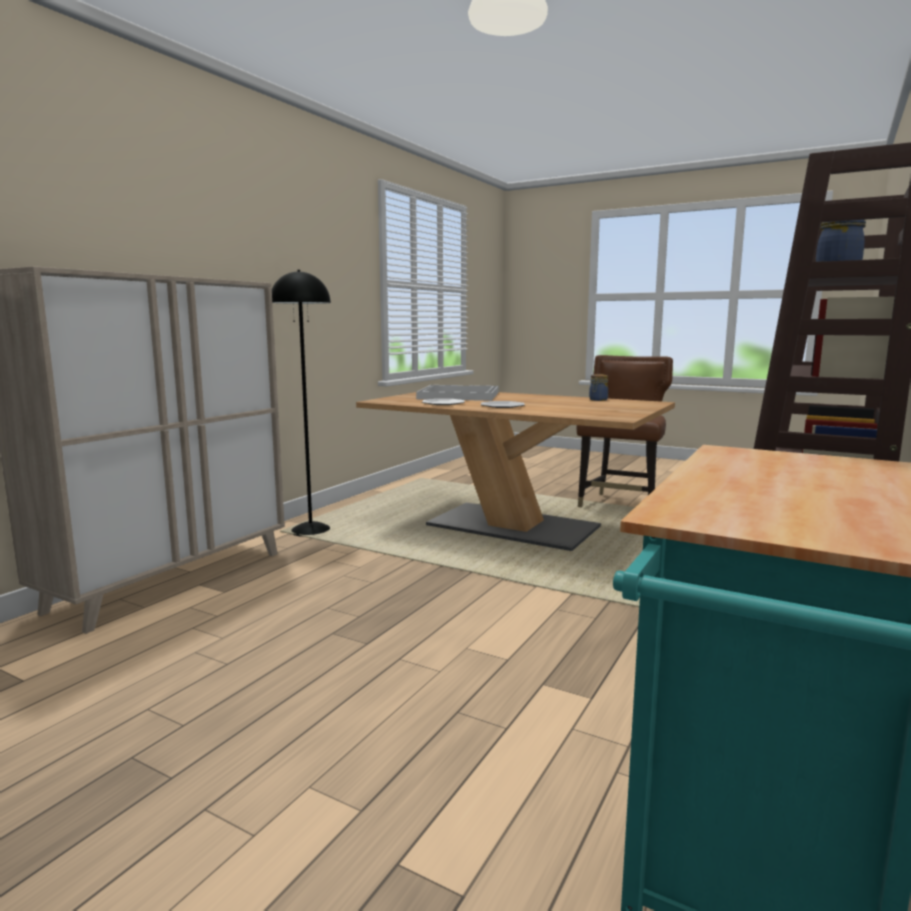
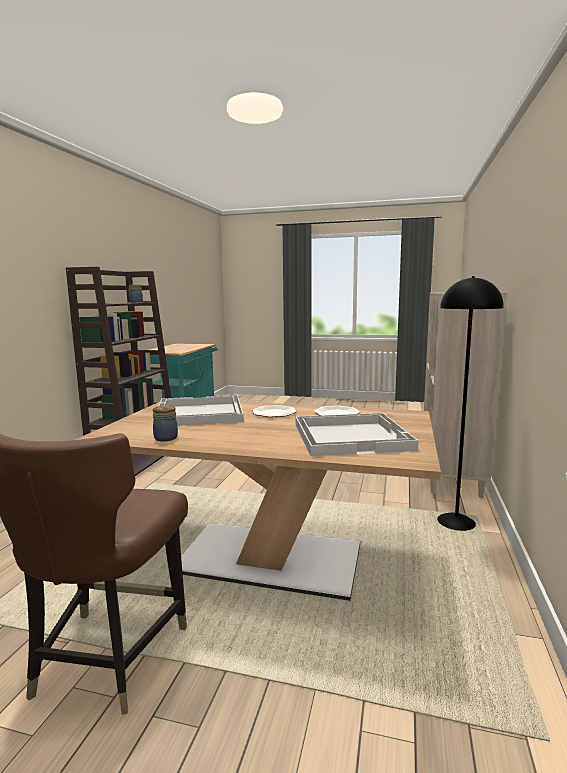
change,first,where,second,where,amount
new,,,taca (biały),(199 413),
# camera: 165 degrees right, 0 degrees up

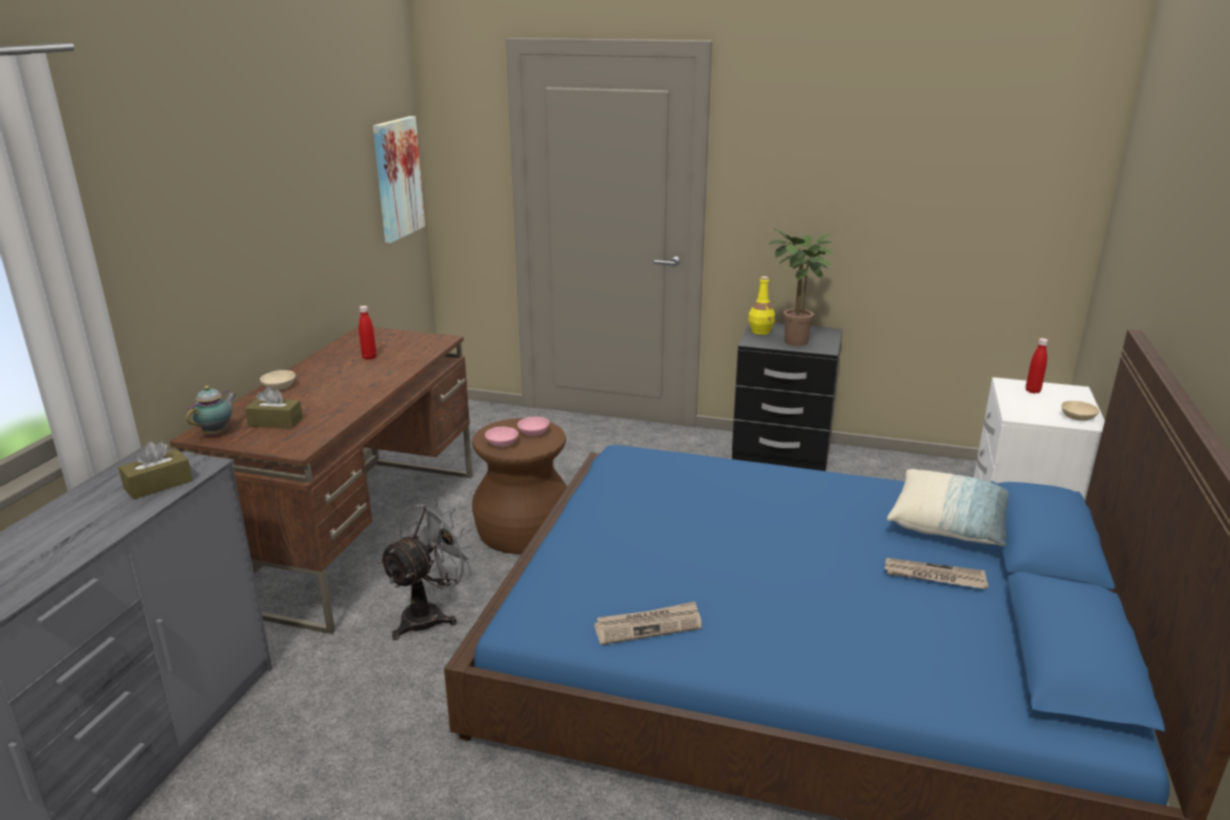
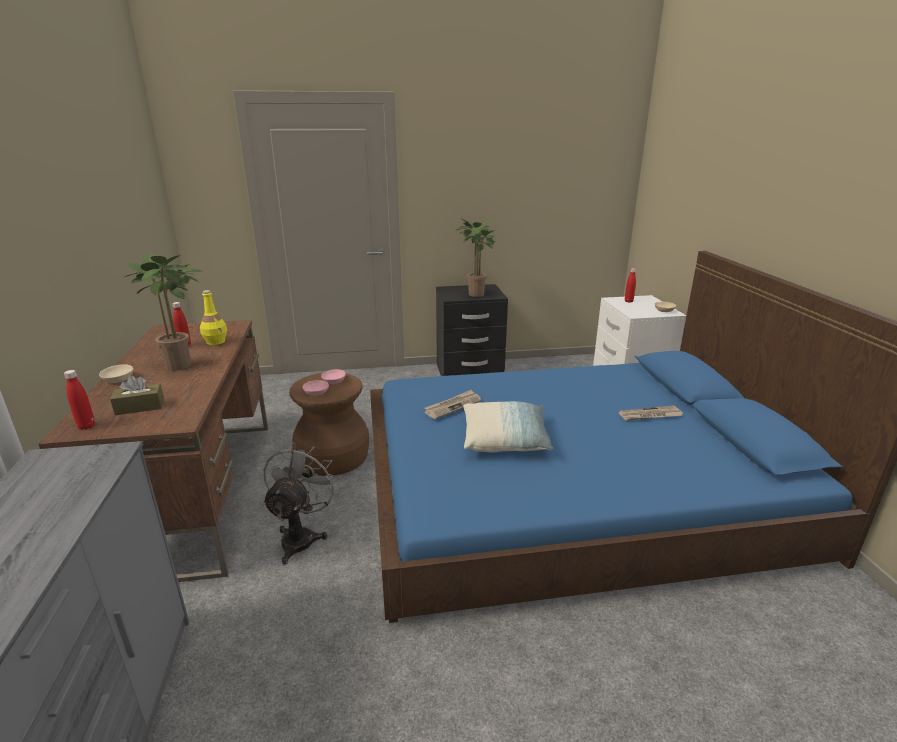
change,first,where,second,where,amount
swapped,imbryk,(217 433),butelka (czerwony),(86 426),
new,,,roślina doniczkowa,(183 365),
shifted,butelka (żółty),(760 331),,(216 342),
shifted,gazeta,(648 626),,(453 406),
shifted,poduszka,(950 524),,(505 440),
gone,pudełko chusteczek (brązowy),(158 484),,,
gone,obraz,(397 178),,,
# camera: 25 degrees left, 0 degrees up

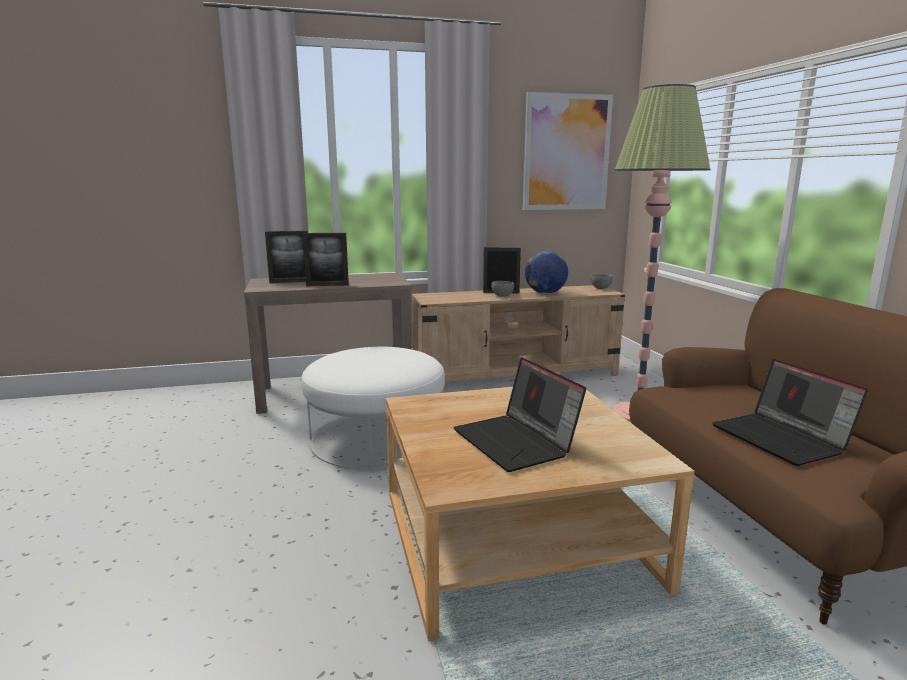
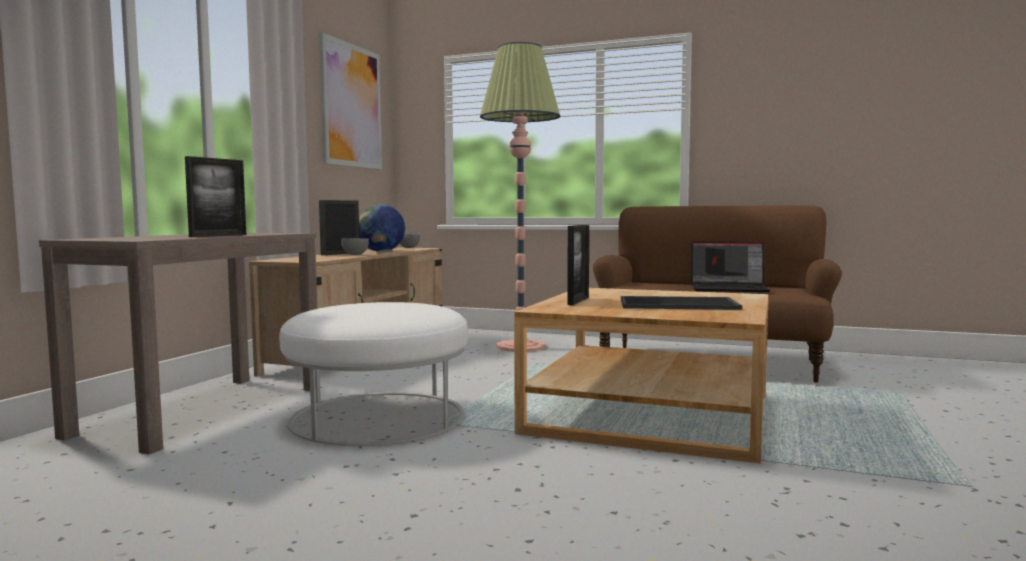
change,first,where,second,where,amount
shifted,ramka na zdjęcie,(290 282),,(578 301),
swapped,laptop,(517 442),taca,(679 304),
# camera: 55 degrees left, 10 degrees down

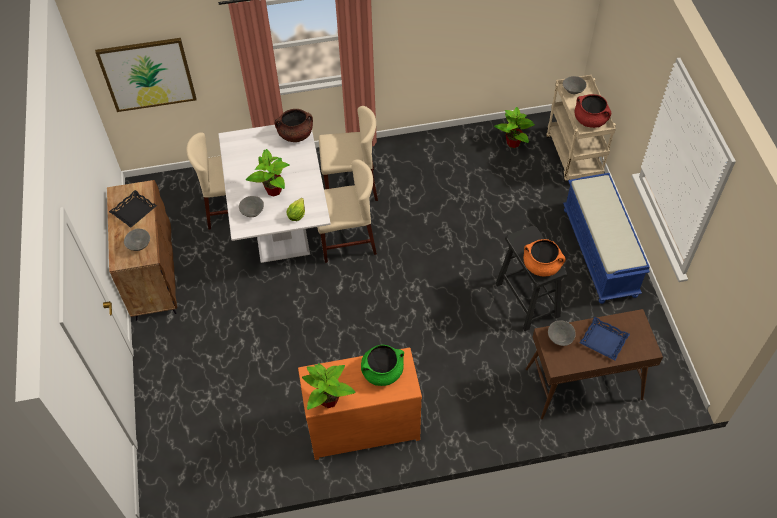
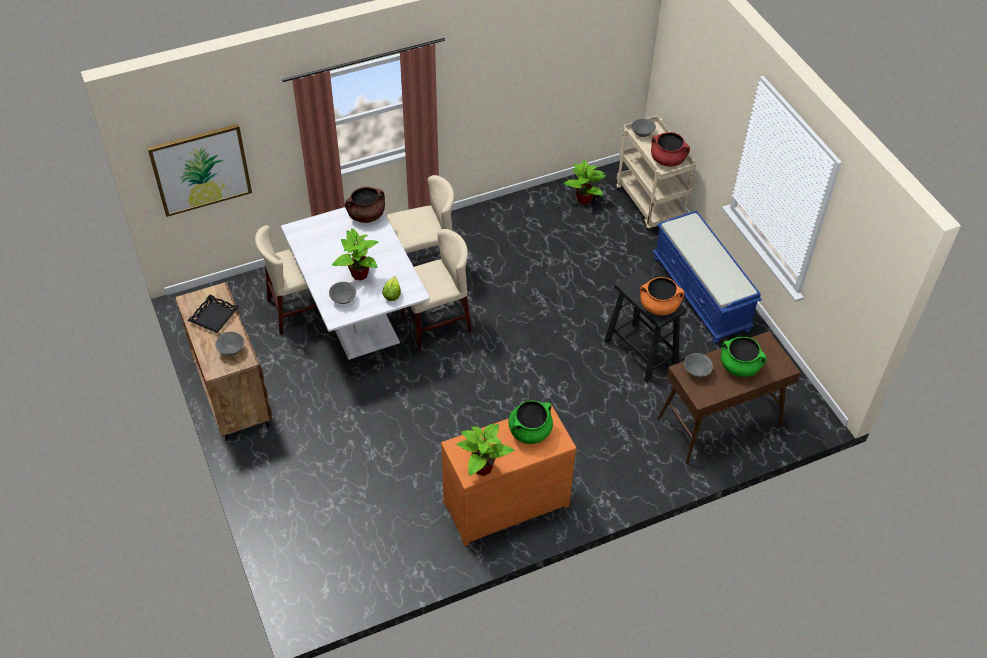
change,first,where,second,where,amount
swapped,taca (niebieski),(604 340),garnek (zielony),(740 366),
# camera: 15 degrees left, 5 degrees down

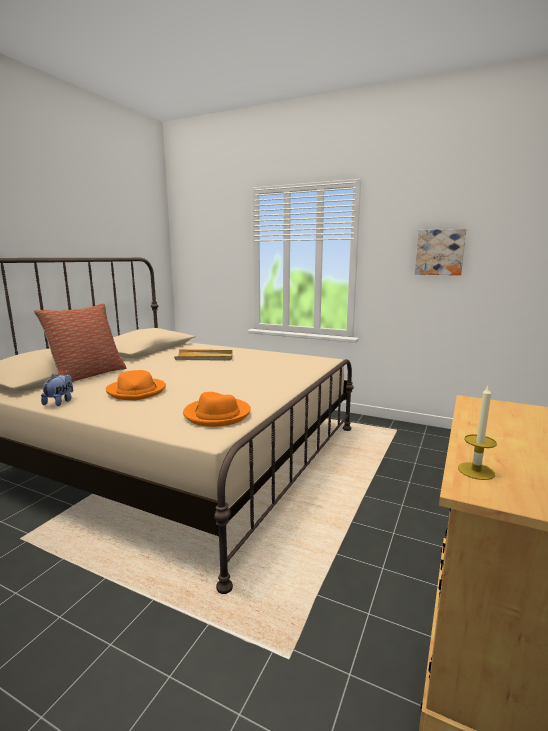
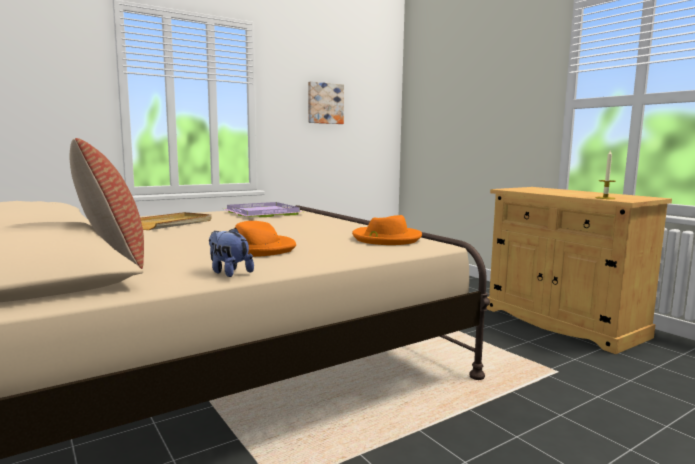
change,first,where,second,where,amount
new,,,taca (fioletowy),(264 213),
# camera: 60 degrees left, 5 degrees down

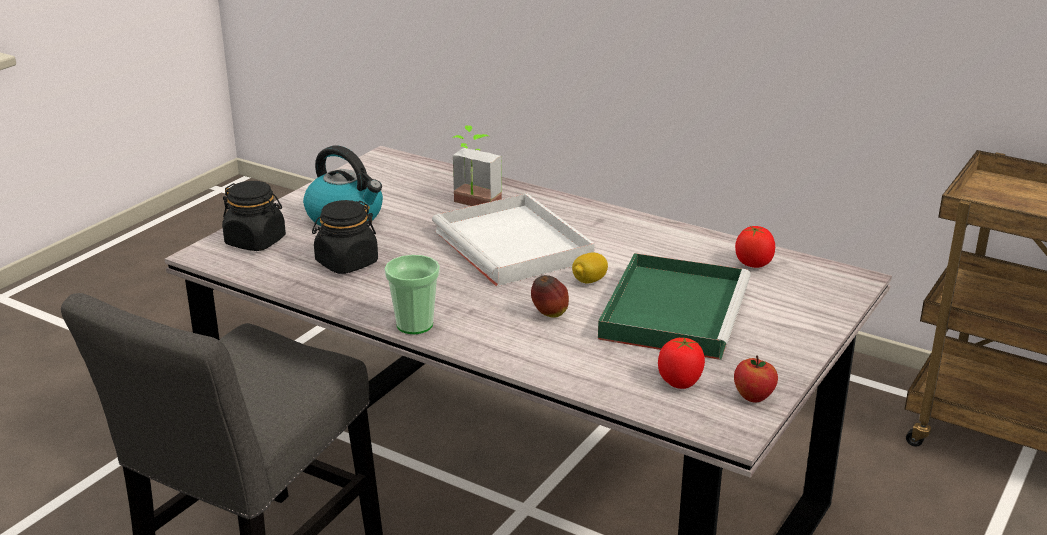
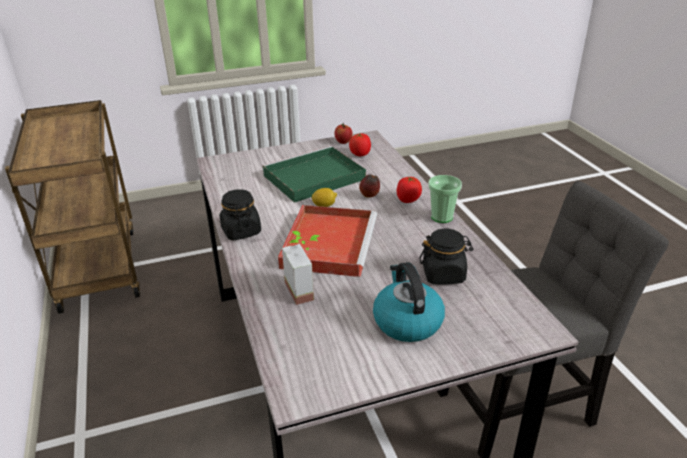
change,first,where,second,where,amount
shifted,słoik (czarny),(256 241),,(241 231),
repainted,taca (biały),(515 246),taca (czerwony),(329 242),
shifted,pomidor,(753 264),,(408 200),
# camera: 140 degrees left, 5 degrees up

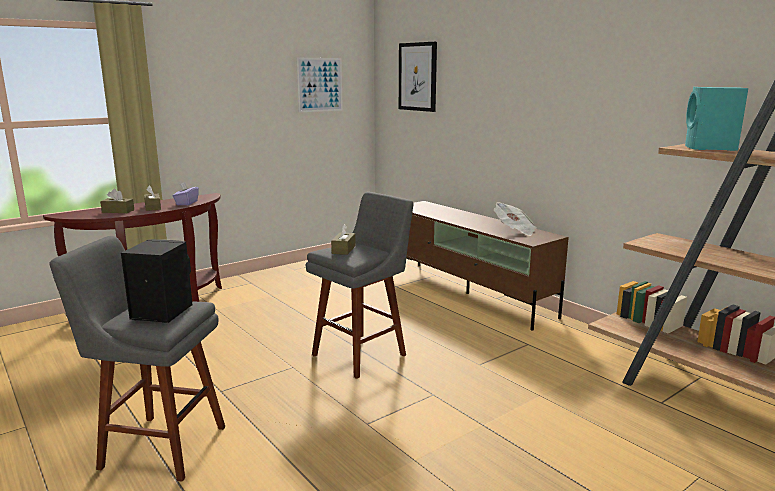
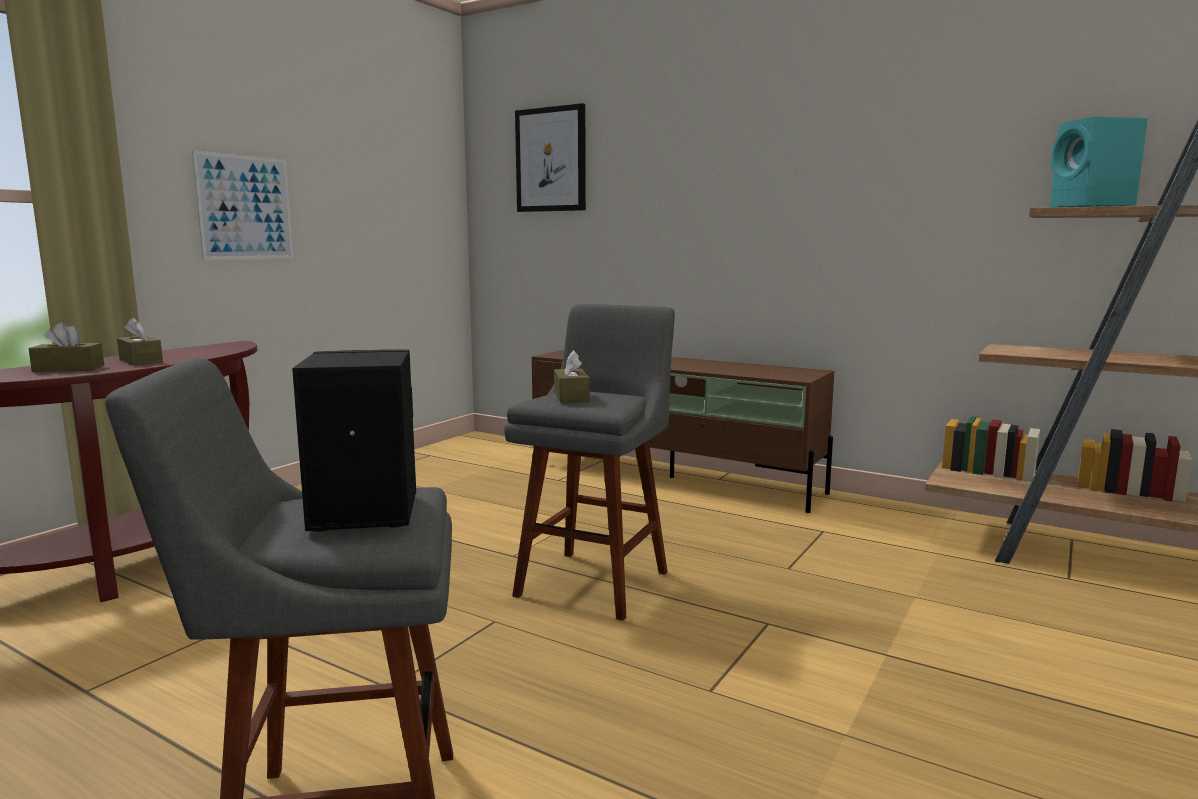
change,first,where,second,where,amount
shifted,obraz,(320 84),,(245 207),
gone,pudełko chusteczek (fioletowy),(186 203),,,
gone,gazeta,(514 230),,,
# camera: 20 degrees left, 5 degrees down

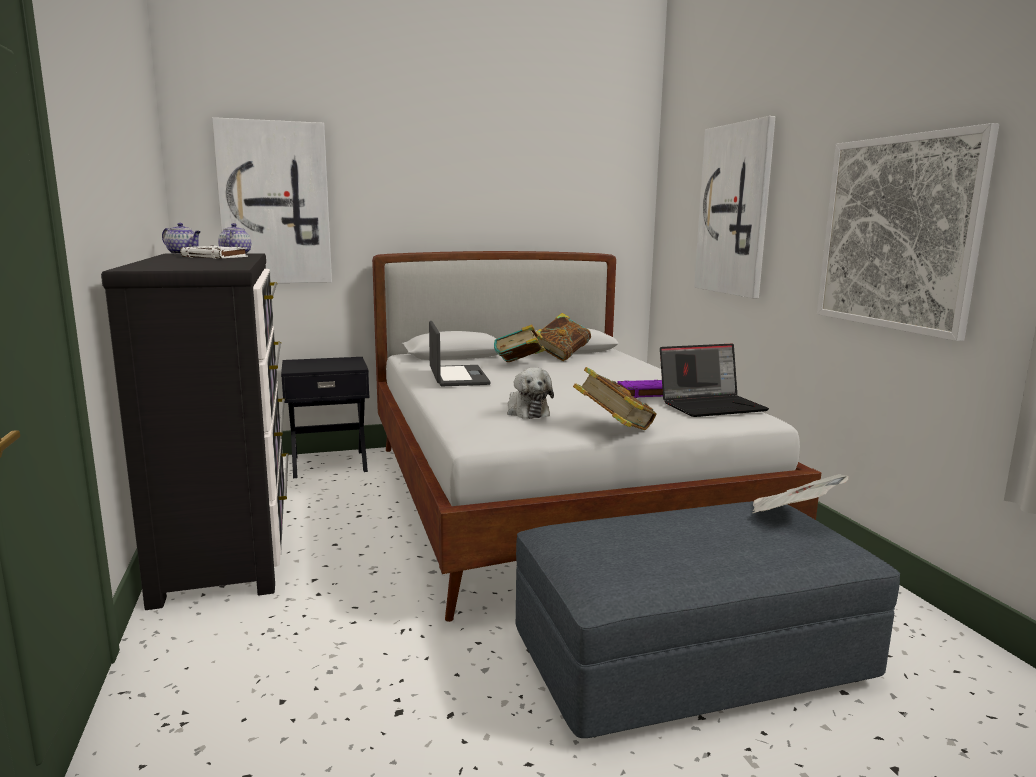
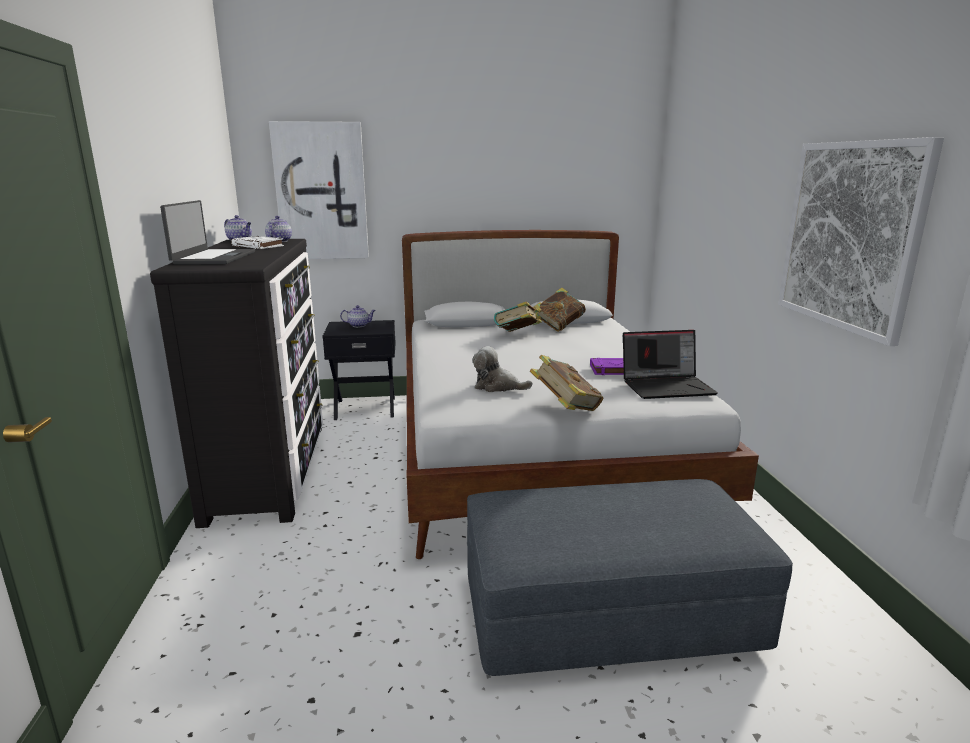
change,first,where,second,where,amount
shifted,laptop,(457 376),,(213 258),
new,,,imbryk,(359 325),
rotated,pluszak,(526 411),,(497 387),120 degrees clockwise
gone,obraz,(734 210),,,
gone,gazeta,(792 516),,,
# camera: 10 degrees right, 5 degrees up

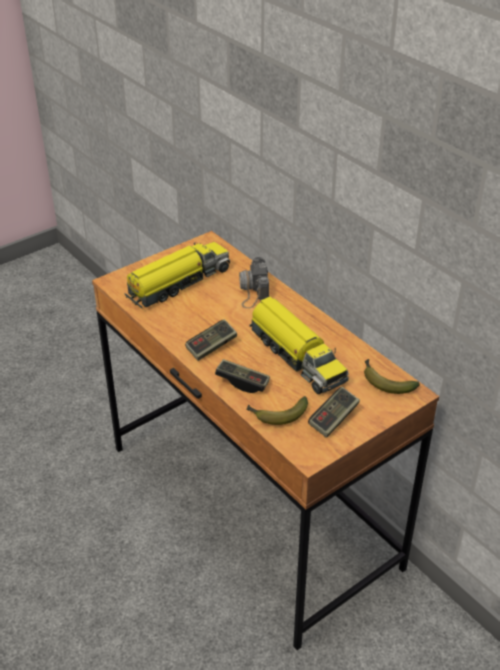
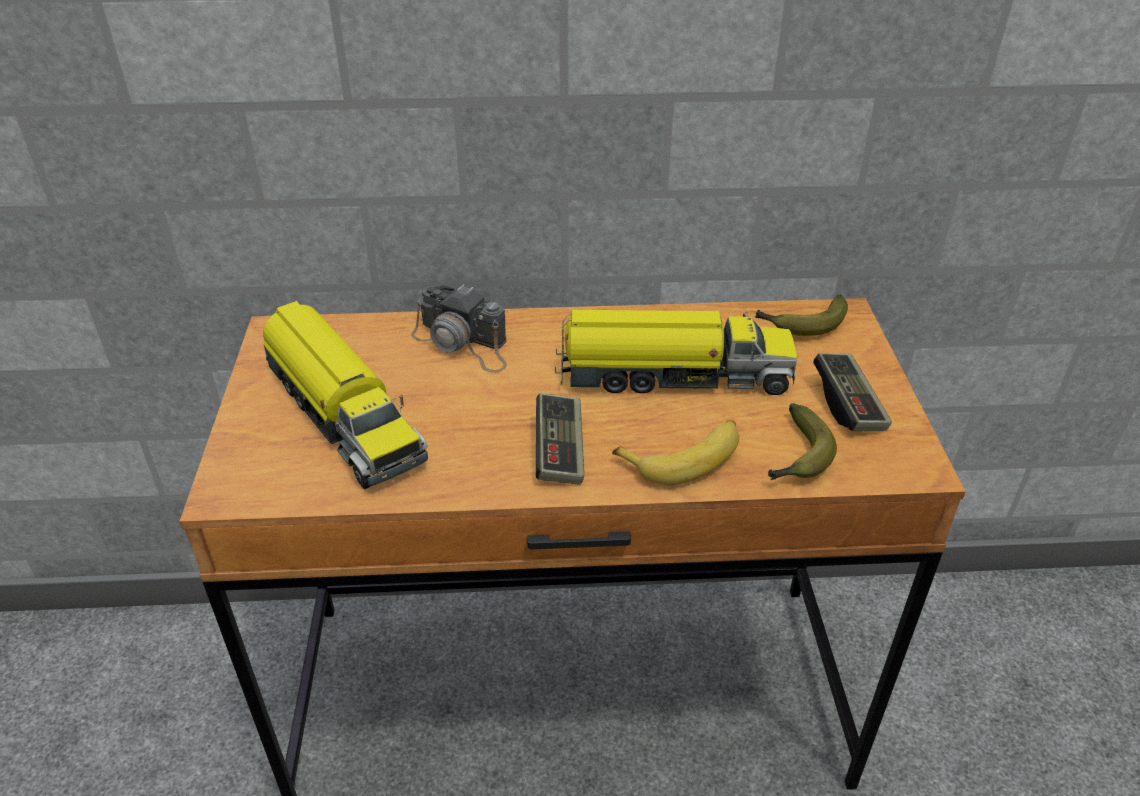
change,first,where,second,where,amount
rotated,ciężarówka zabawkowa,(178 283),,(343 414),150 degrees clockwise
swapped,pad do gier,(242 382),banan,(685 457),
# camera: 55 degrees left, 0 degrees up

